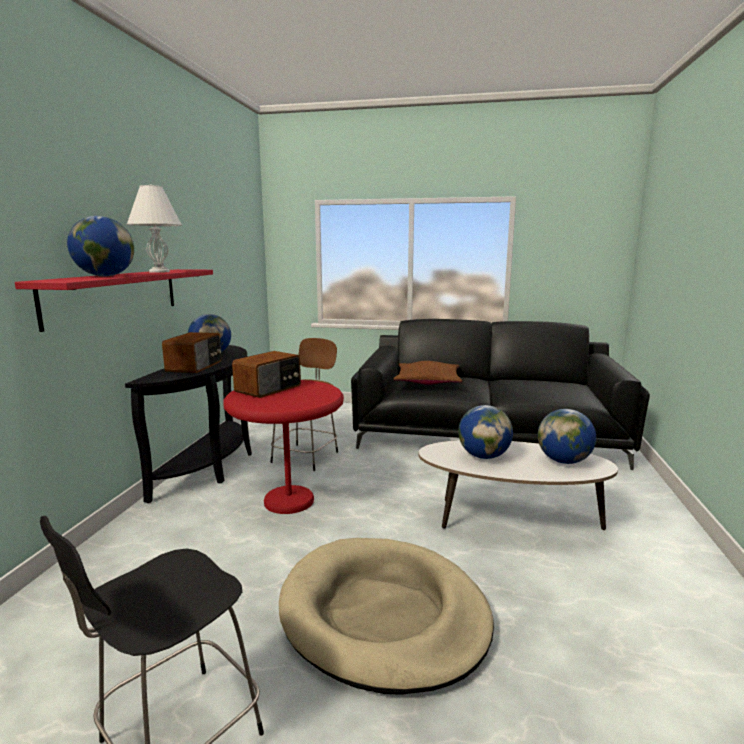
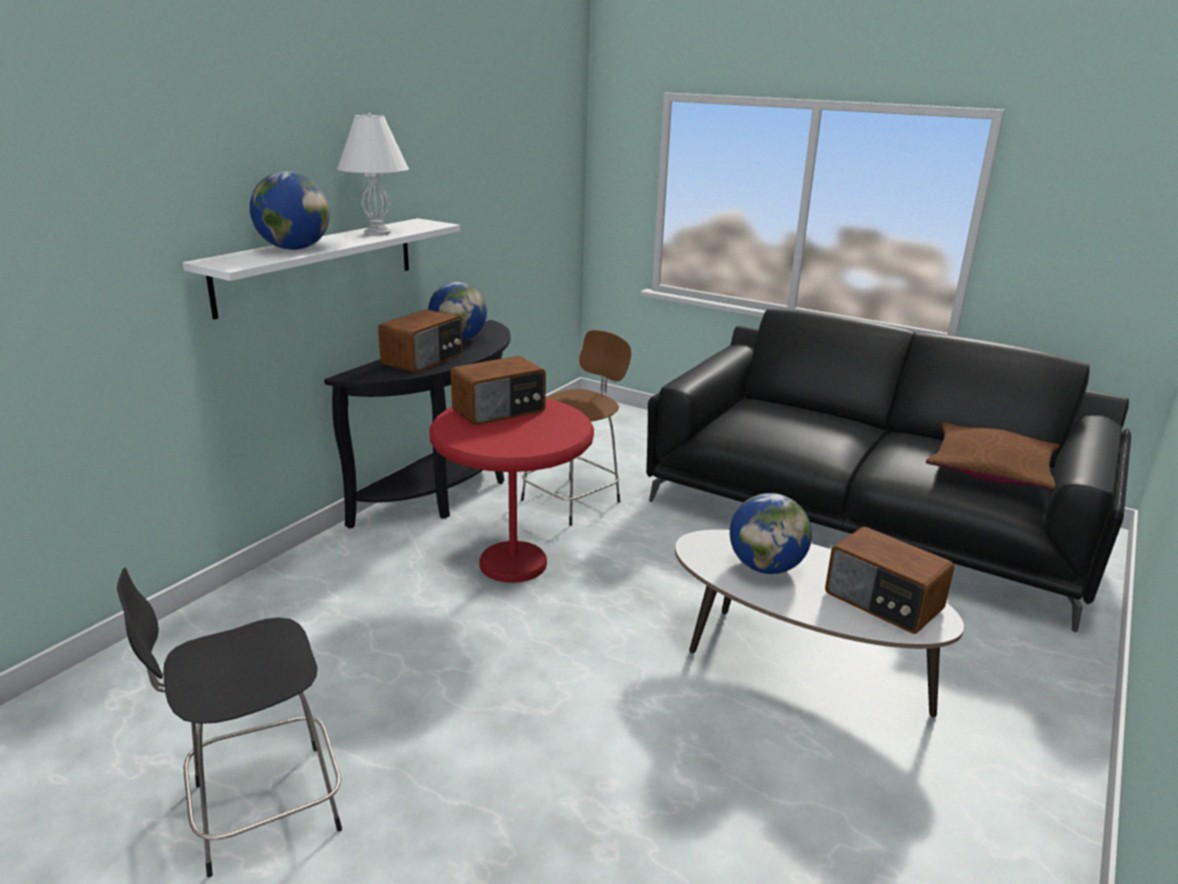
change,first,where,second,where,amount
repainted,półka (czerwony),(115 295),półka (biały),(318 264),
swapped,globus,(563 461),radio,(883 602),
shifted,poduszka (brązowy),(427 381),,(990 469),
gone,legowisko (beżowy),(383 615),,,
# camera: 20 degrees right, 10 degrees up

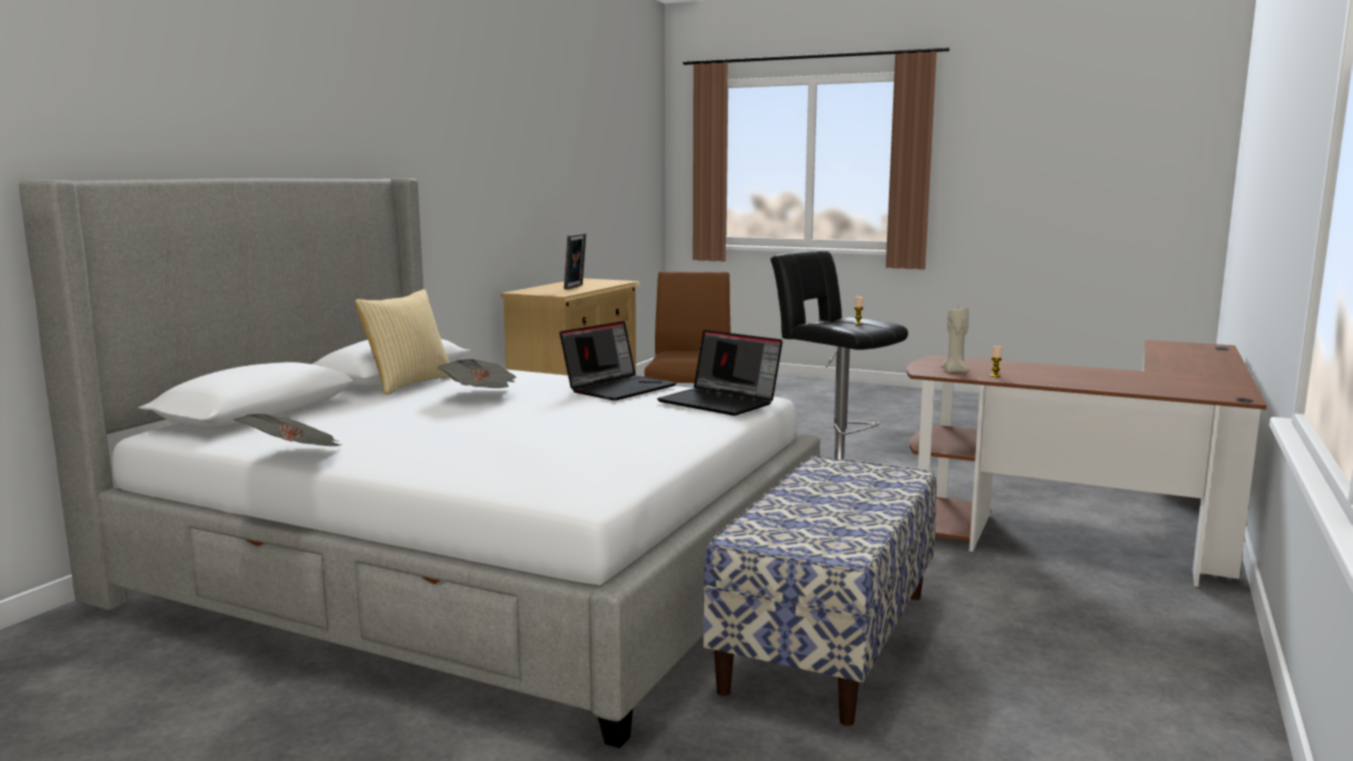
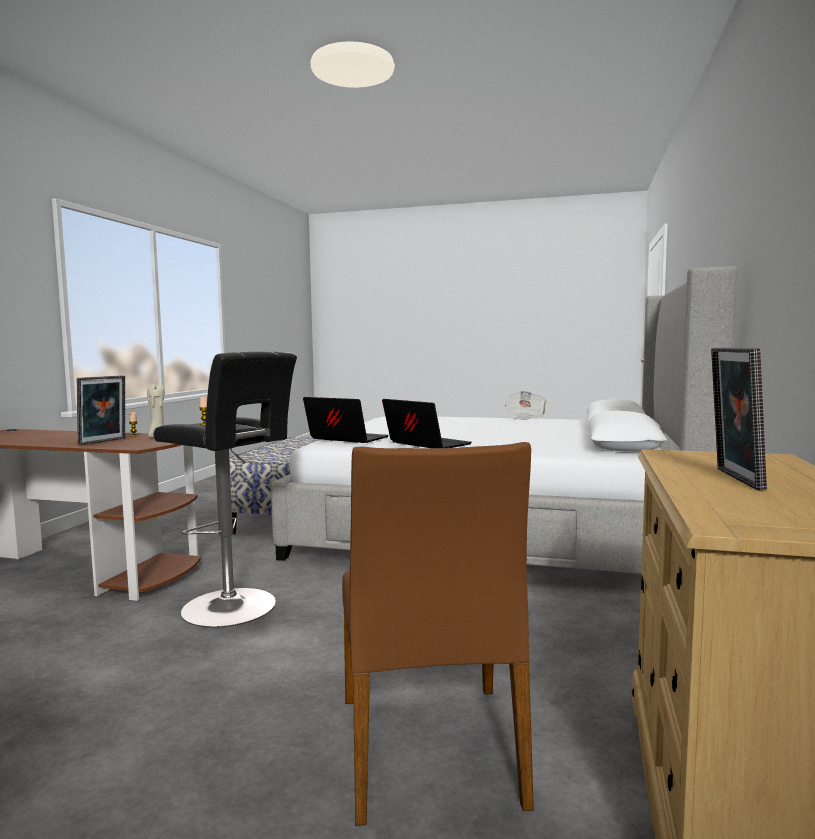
change,first,where,second,where,amount
new,,,ramka na zdjęcie,(104 441),
rotated,laptop,(619 388),,(425 444),105 degrees clockwise
gone,poduszka,(407 384),,,
gone,gazeta,(481 396),,,
# camera: 170 degrees right, 5 degrees down

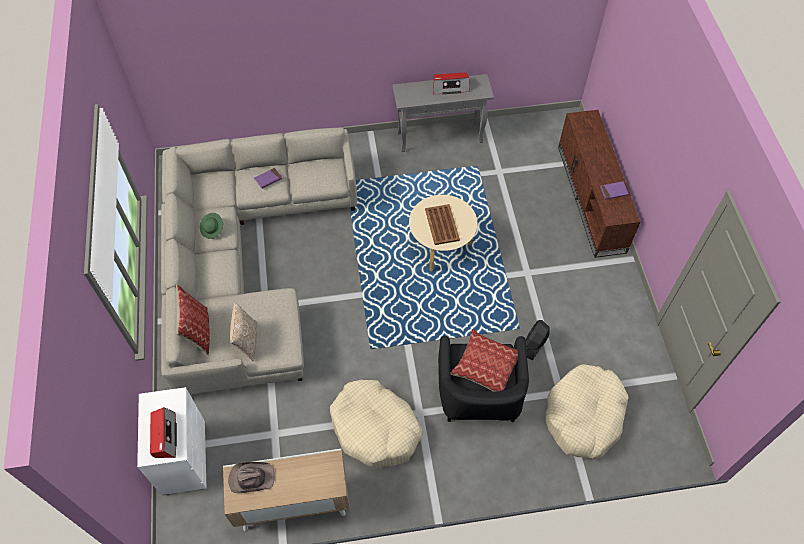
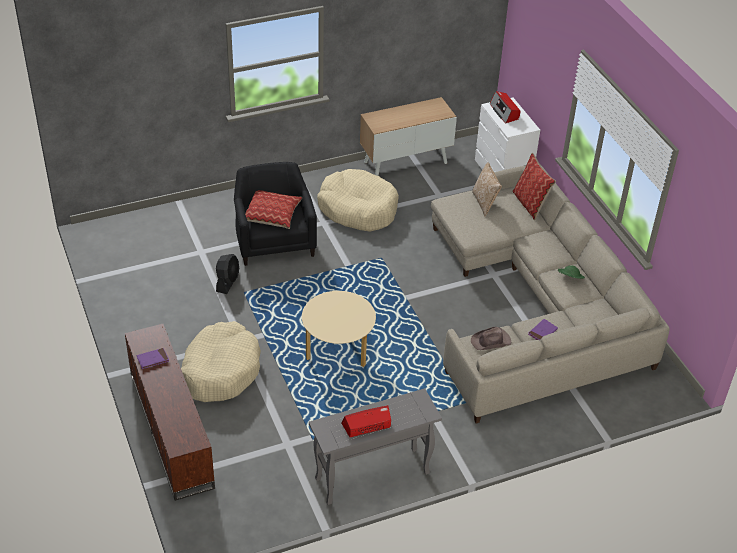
change,first,where,second,where,amount
shifted,legowisko (beżowy),(584 416),,(220 370),
shifted,kapelusz (brązowy),(251 478),,(491 341),
gone,taca (brązowy),(442 225),,,
# camera: 165 degrees right, 15 degrees down

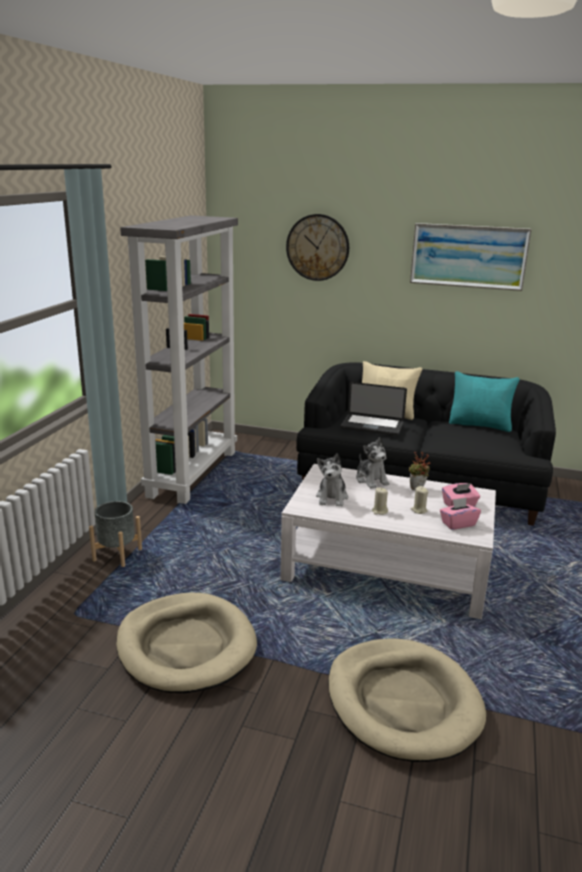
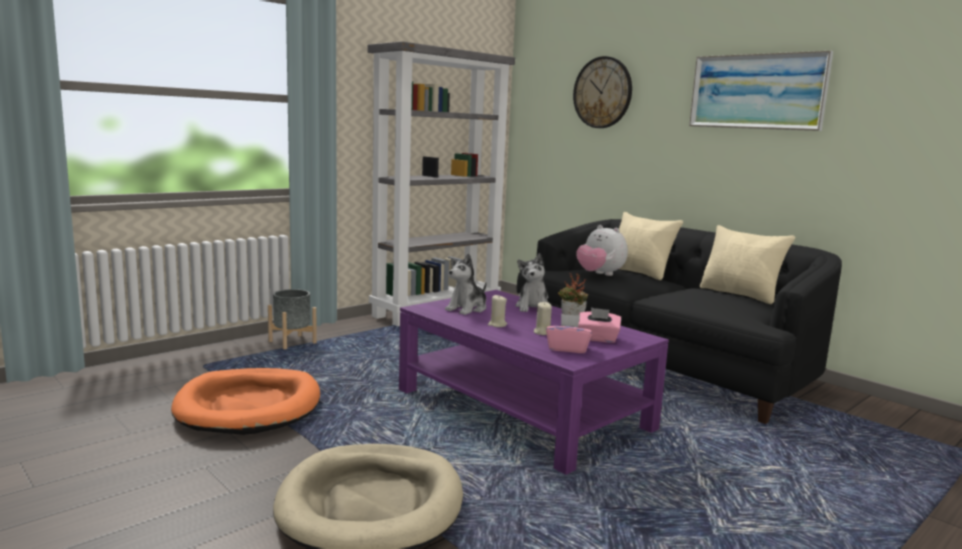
change,first,where,second,where,amount
repainted,legowisko (beżowy),(186 646),legowisko (pomarańczowy),(249 406),
repainted,ława (biały),(388 567),ława (fioletowy),(523 410),
swapped,laptop,(372 426),pluszak,(599 274),
repainted,poduszka (turkusowy),(480 425),poduszka (beżowy),(740 295),
# camera: 30 degrees right, 10 degrees down

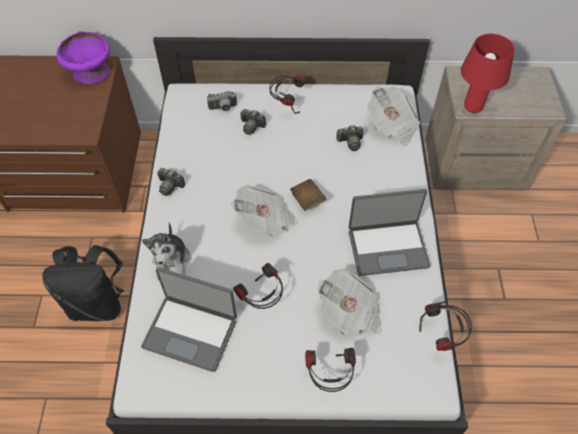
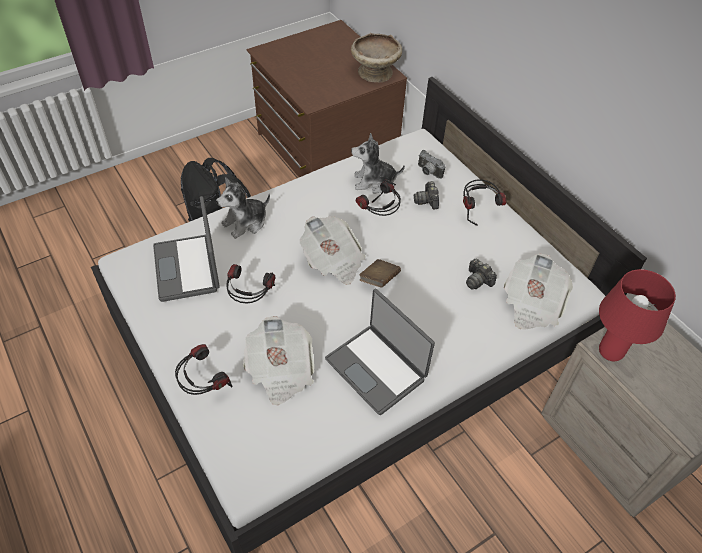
change,first,where,second,where,amount
repainted,miska (fioletowy),(90 71),miska (beżowy),(375 72),
new,,,pluszak,(374 182),
shifted,słuchawki,(442 336),,(379 215),
gone,aparat fotograficzny,(170 186),,,
# camera: 55 degrees right, 5 degrees down

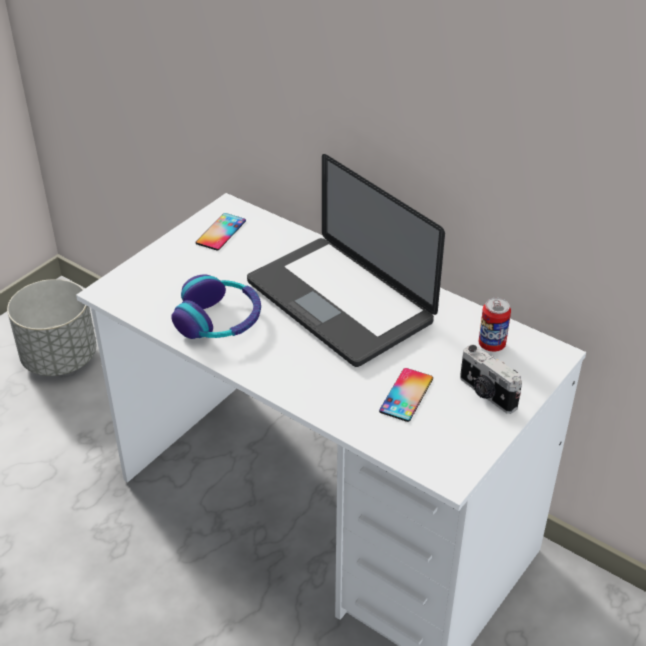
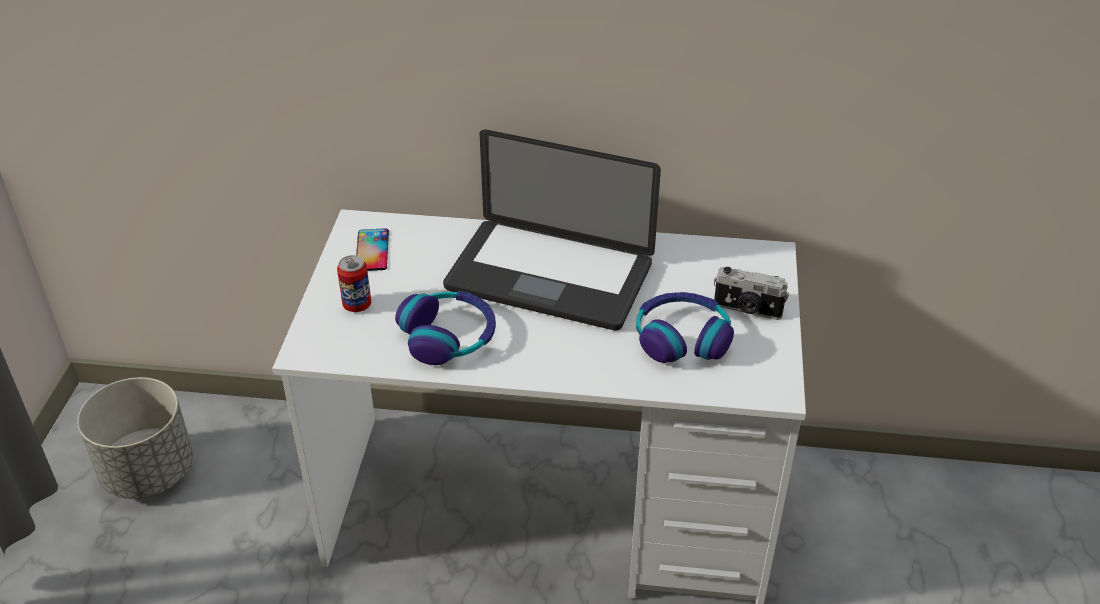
change,first,where,second,where,amount
shifted,puszka,(491 345),,(357 305),
swapped,telefon,(406 395),słuchawki,(682 338),
# camera: 30 degrees left, 0 degrees up

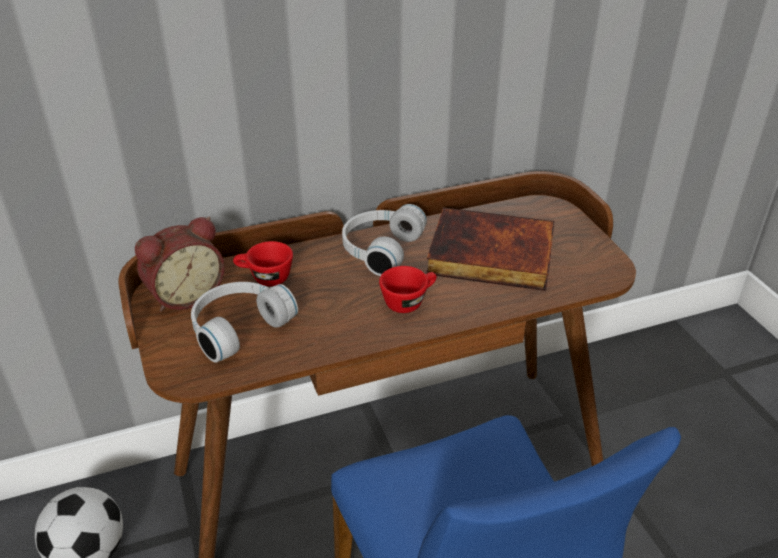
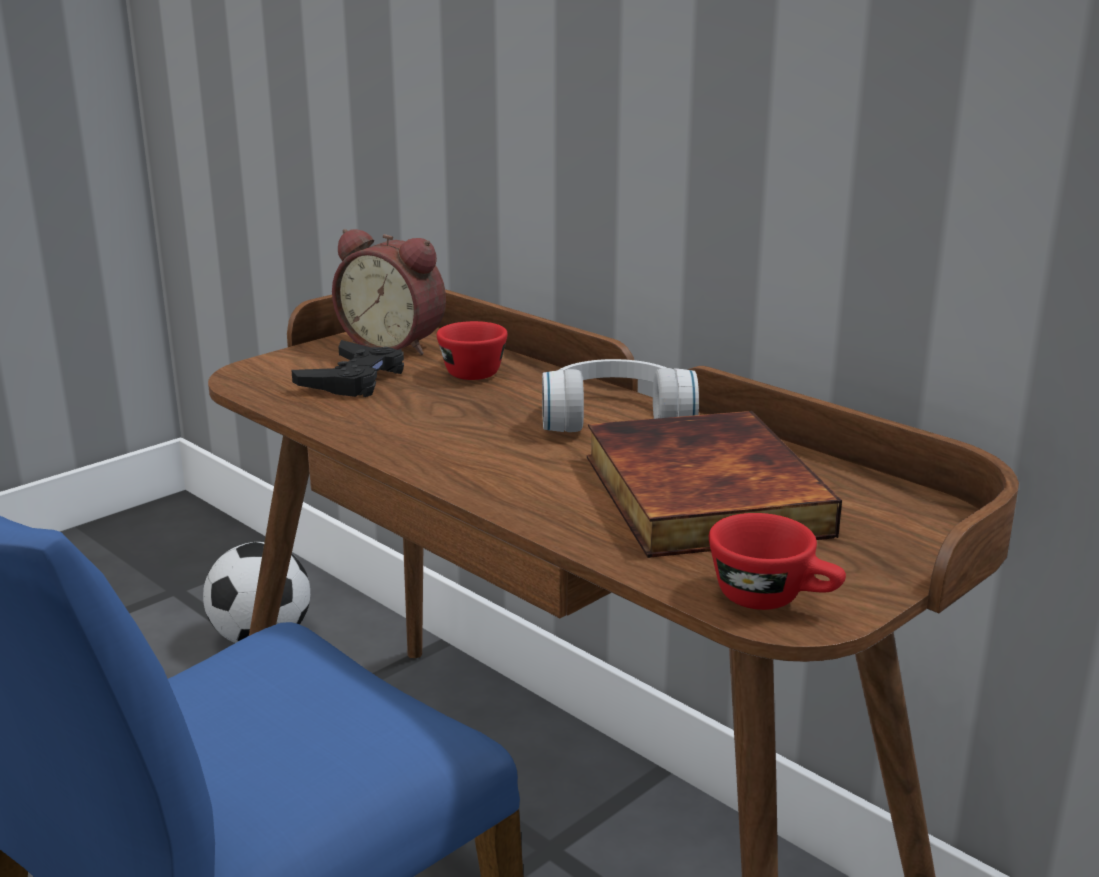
change,first,where,second,where,amount
swapped,słuchawki (biały),(237 327),pad do gier (czarny),(354 379),
shifted,filiżanka (czerwony),(409 301),,(773 599),
# camera: 65 degrees right, 15 degrees down

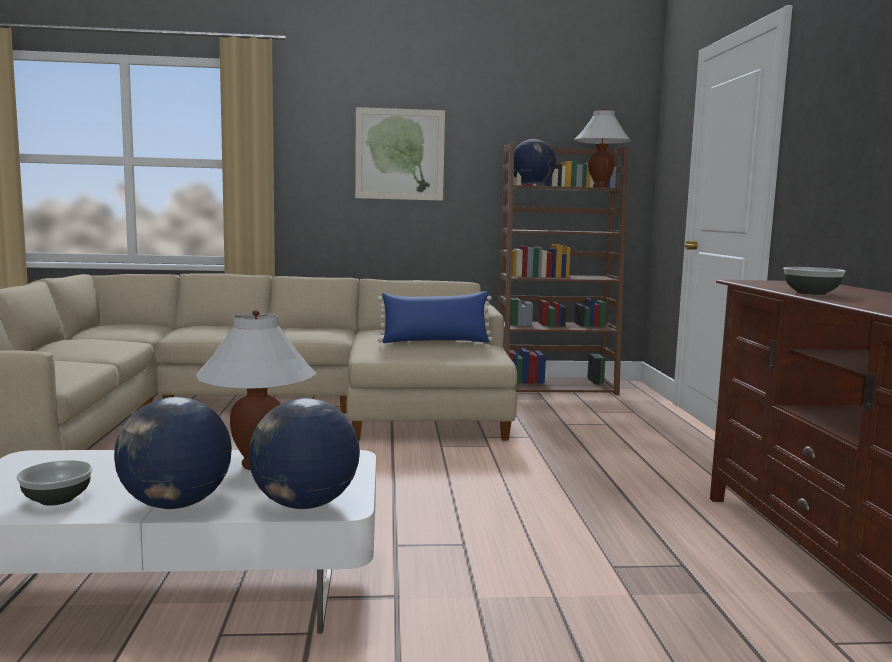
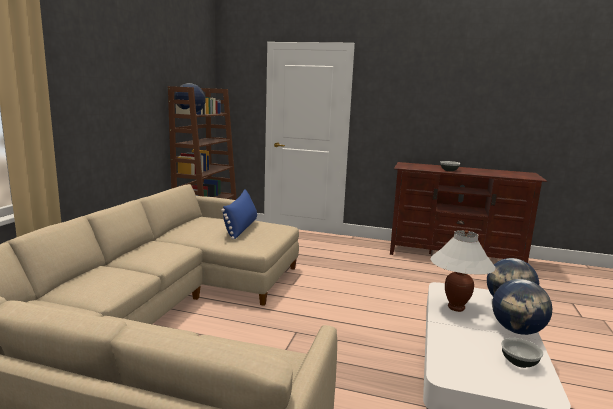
change,first,where,second,where,amount
gone,obraz,(400 154),,,
gone,lampa stołowa (biały),(599 187),,,
# camera: 70 degrees left, 5 degrees up

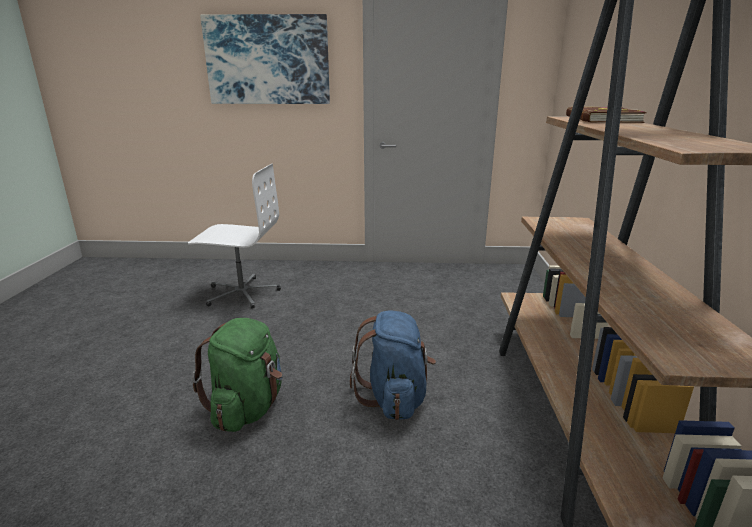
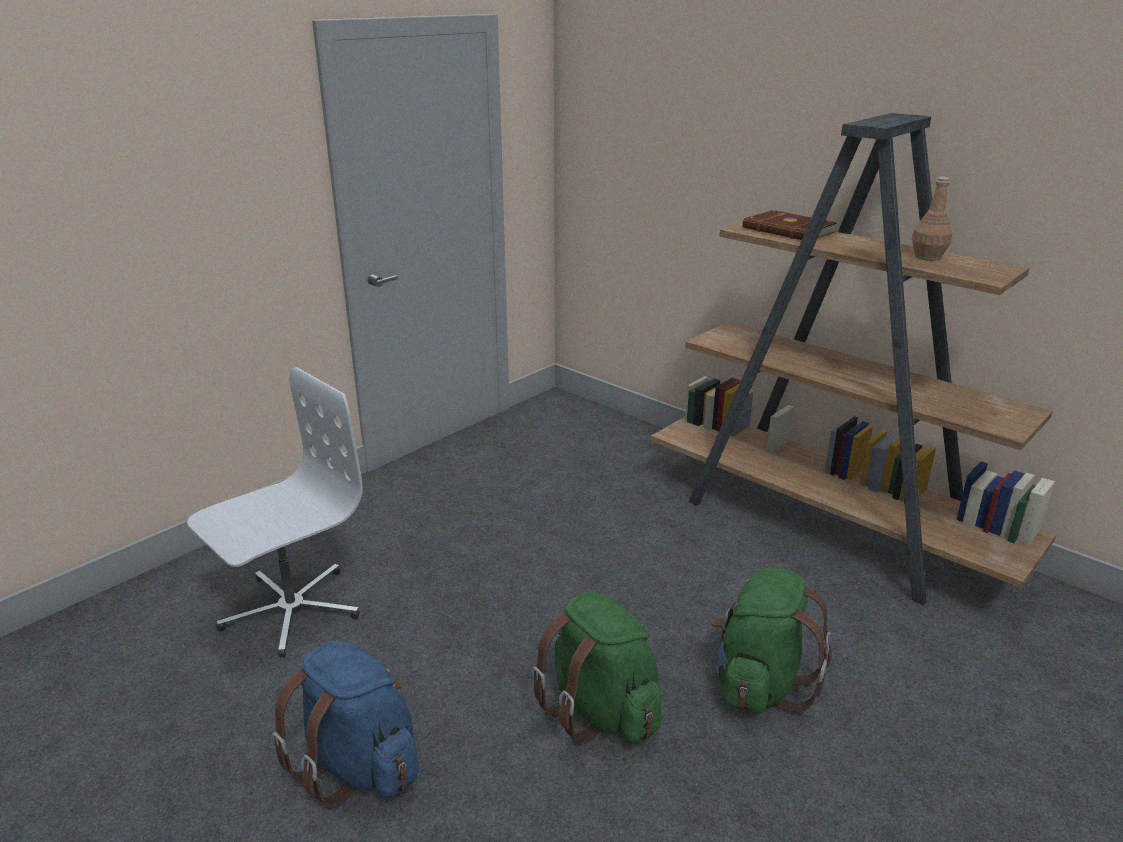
change,first,where,second,where,amount
shifted,plecak (niebieski),(394 397),,(358 765),
new,,,plecak (zielony),(760 684),
new,,,butelka (brązowy),(928 257),
gone,obraz,(267 60),,,
# camera: 50 degrees left, 5 degrees up

